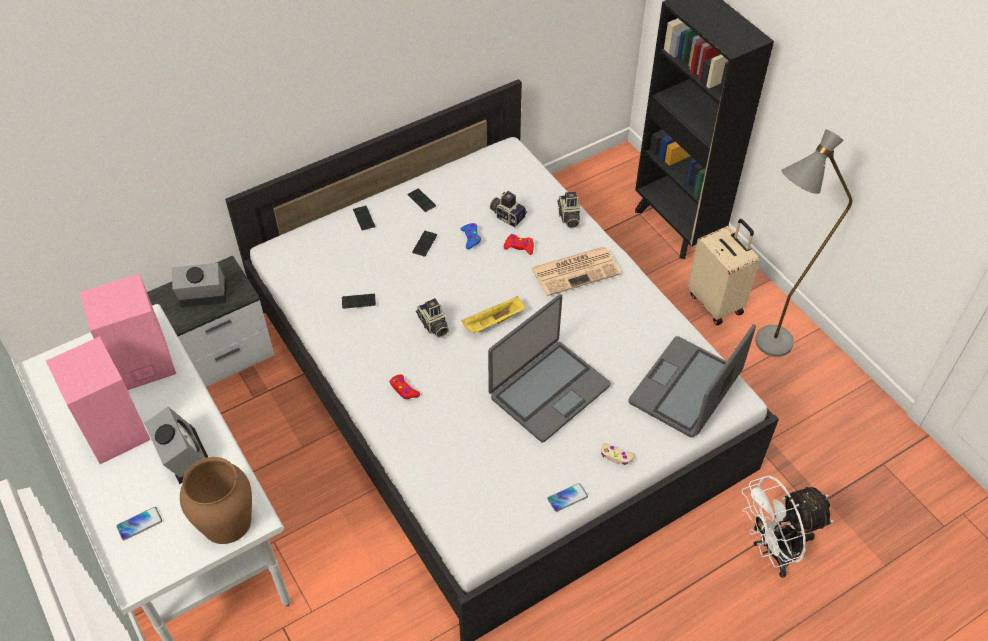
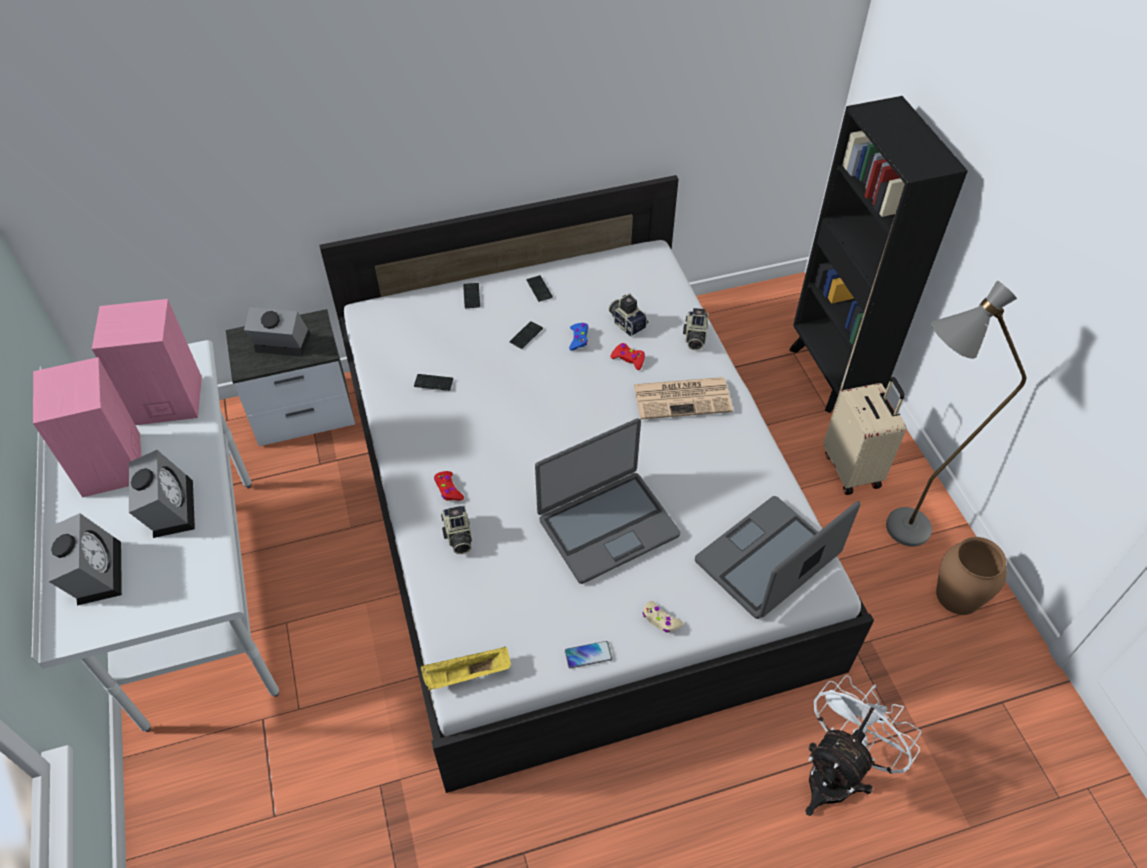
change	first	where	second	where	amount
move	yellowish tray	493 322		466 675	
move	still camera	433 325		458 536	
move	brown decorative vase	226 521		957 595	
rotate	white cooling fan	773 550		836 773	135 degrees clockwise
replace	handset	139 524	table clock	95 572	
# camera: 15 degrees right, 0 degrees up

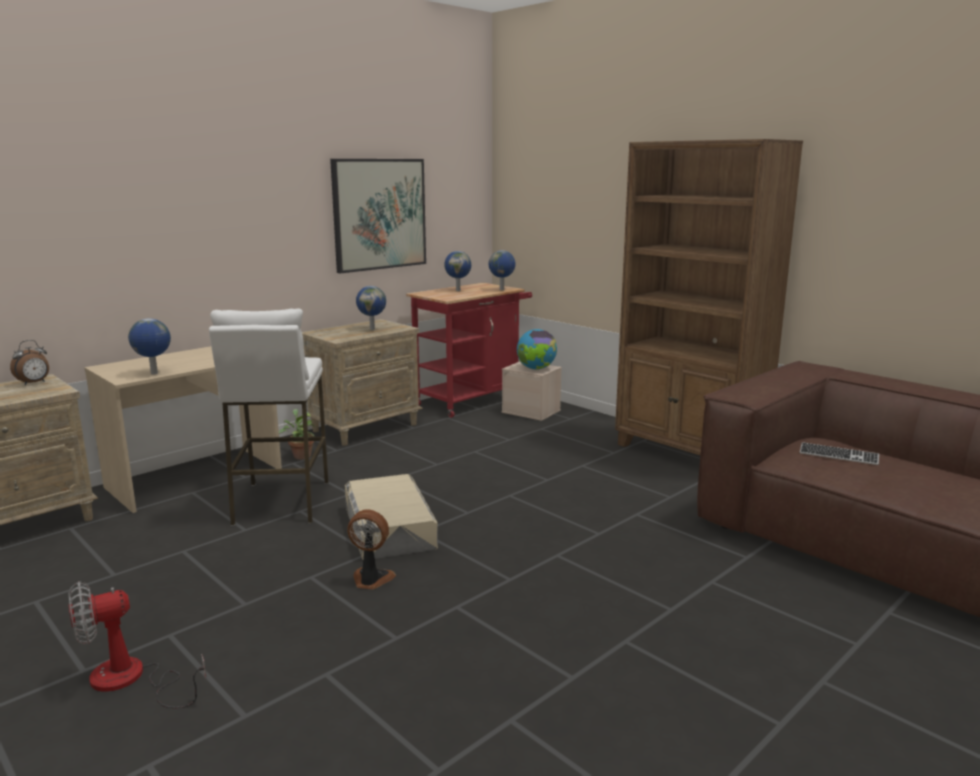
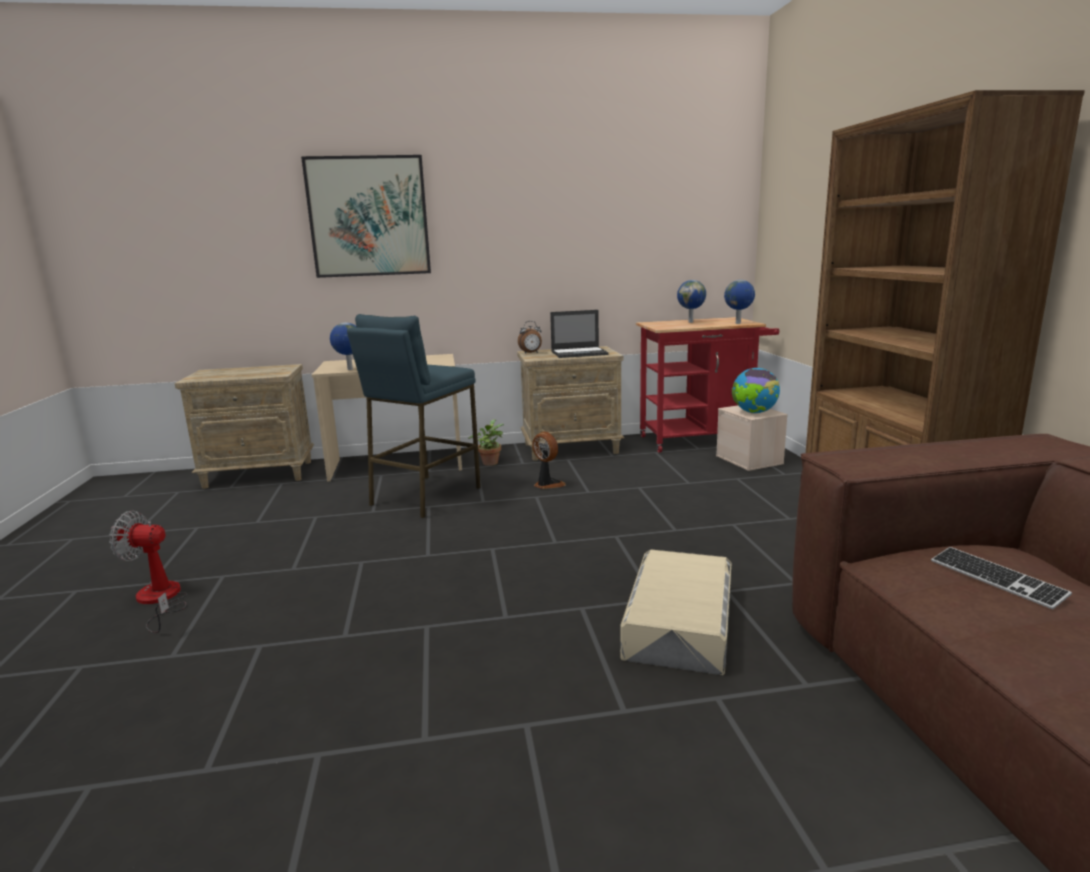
change	first	where	second	where	amount
move	wall art	379 214		369 217	
replace	world globe	372 329	notebook computer	580 353	
recolor	white stool seat	280 502	bluish stool seat	424 496	
move	table clock	34 383		531 353	
move	sand-coloured storage box	390 527		680 622	
move	cooling fan	371 580		547 484	
# camera: 35 degrees right, 0 degrees up

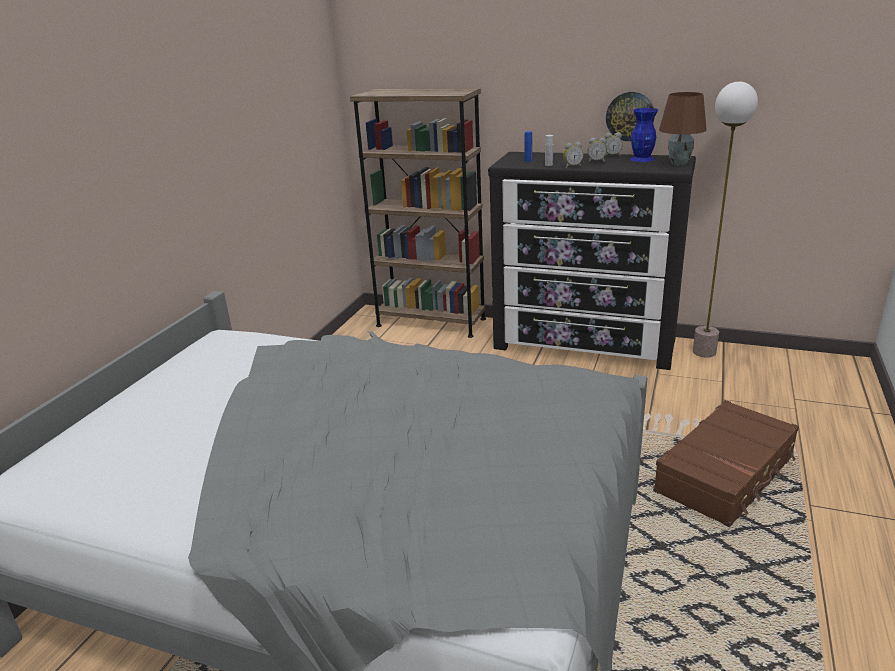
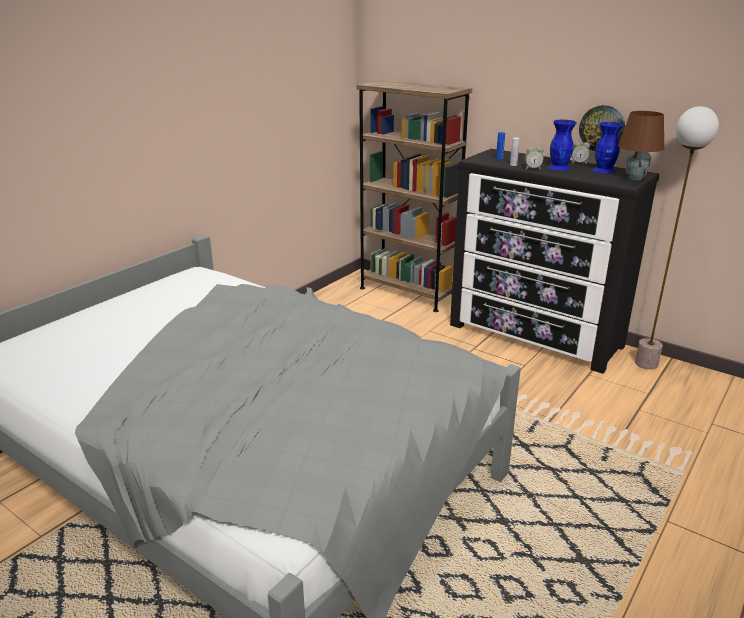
change	first	where	second	where	amount
replace	table clock	596 161	bluish decorative vase	559 167	
delete	brown travel case	726 474			
# camera: 15 degrees right, 0 degrees up

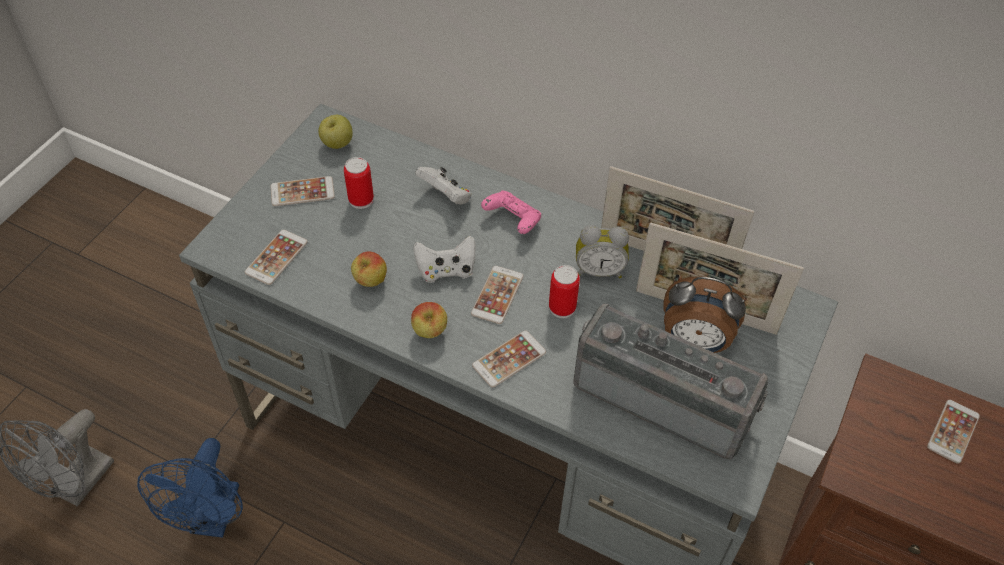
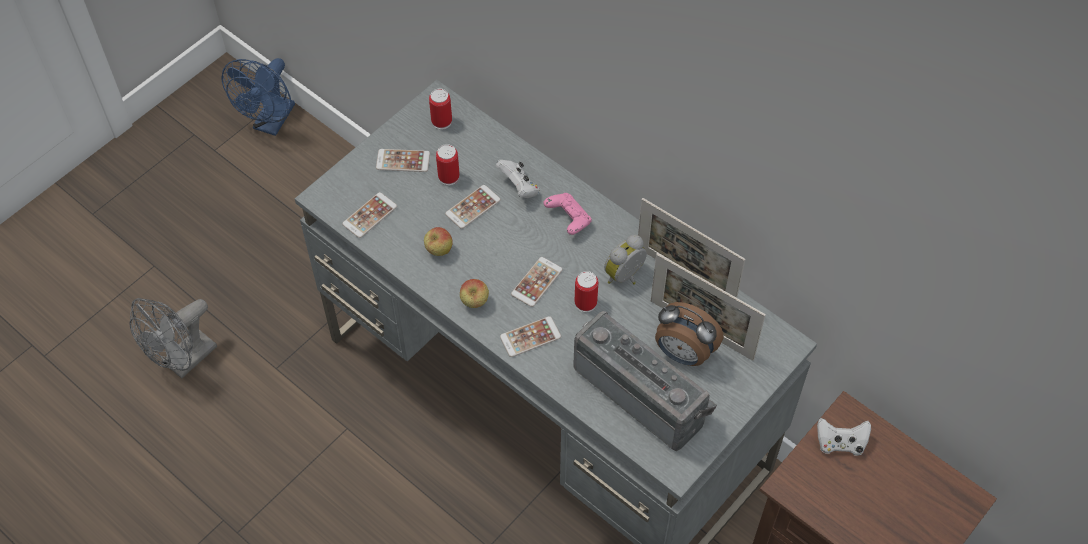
change	first	where	second	where	amount
replace	whole apple	337 144	sealed can	441 121	
rotate	table clock	599 270		626 277	120 degrees clockwise
move	white gamepad	446 270		840 443	
move	handset	953 431		473 207	
move	bluish cooling fan	213 519		271 123	
# camera: 15 degrees right, 5 degrees up

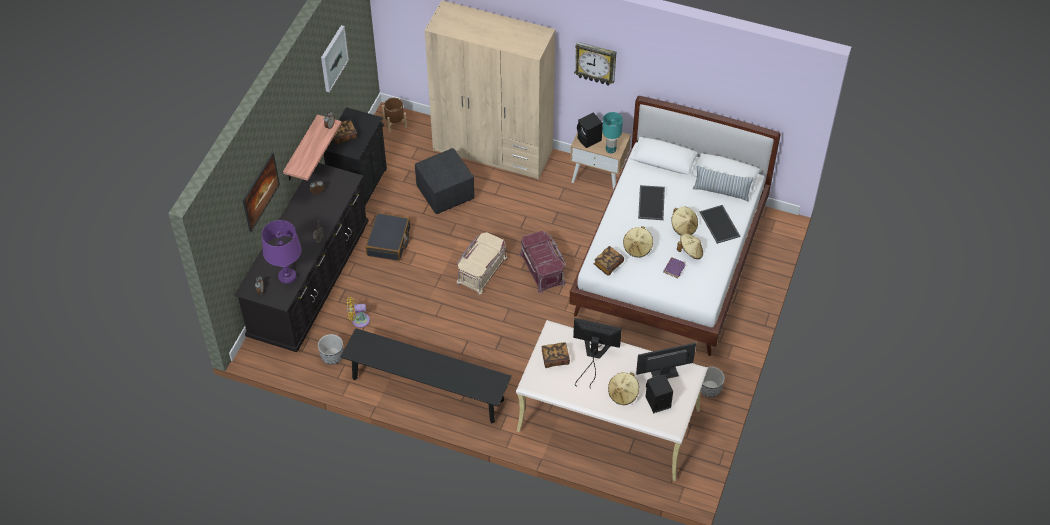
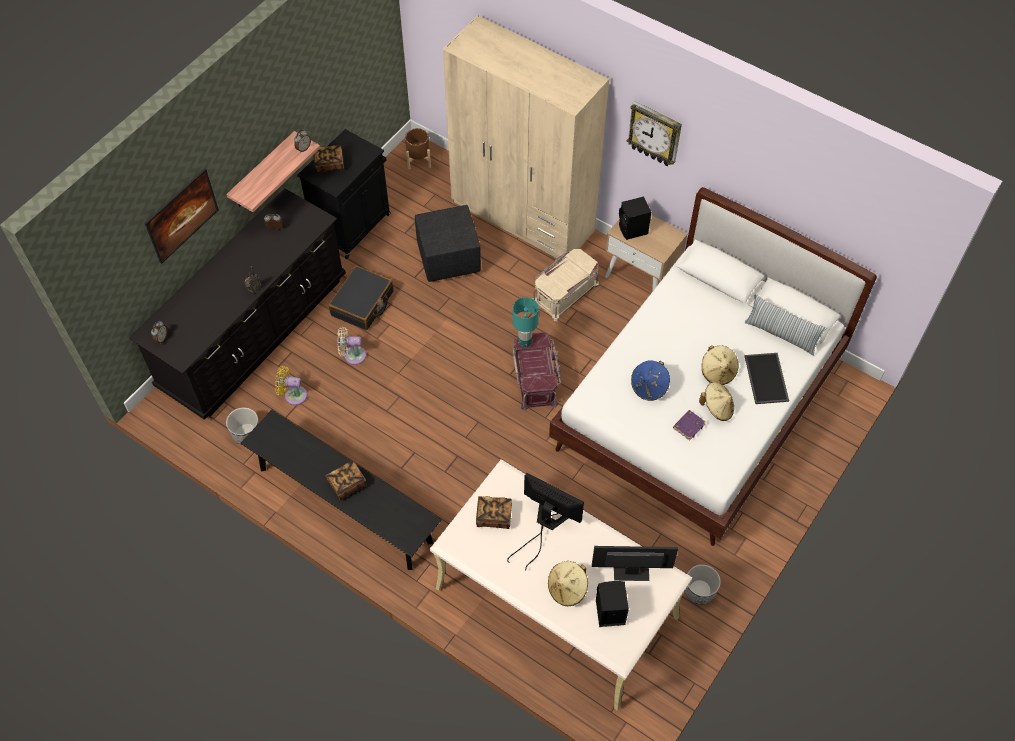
change	first	where	second	where	amount
delete	wall art	333 58			
move	turquoise-coloured lamp for a table	611 149		525 341	
delete	tray	650 202			
delete	purple-coloured lamp for a table	287 276			
recolor	sand-coloured wearable hat	637 248	bluish wearable hat	649 387	
move	sand-coloured storage box	481 269		564 292	
move	volume	608 264		347 484	
insert			sand-coloured cooling fan	352 355	
# camera: 15 degrees right, 5 degrees up

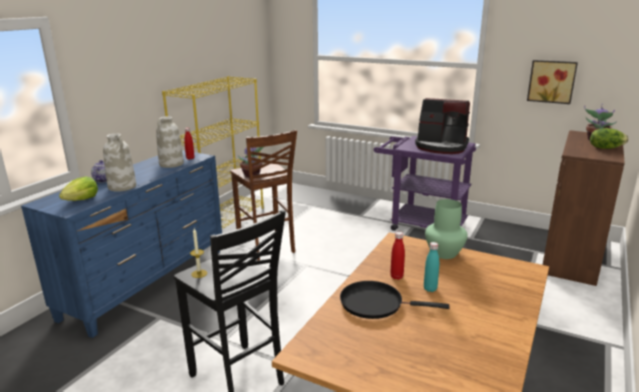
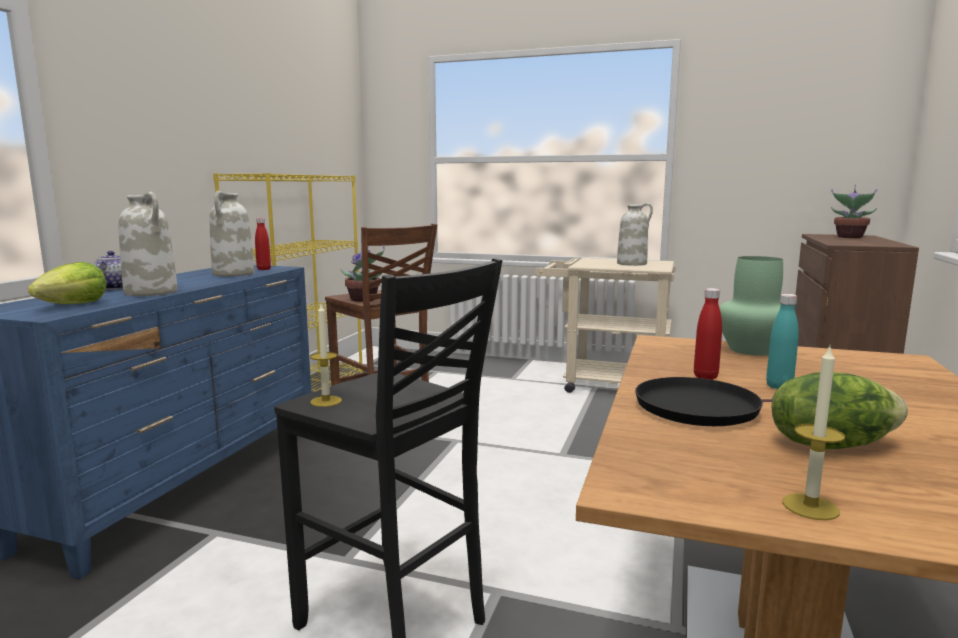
change	first	where	second	where	amount
delete	wall art	551 81			
replace	coffee machine	441 146	white decorative vase	632 263	
move	lettuce	605 148		830 444	
recolor	purple-coloured trolley	420 224	sand-coloured trolley	604 384	
insert			wax candle	810 506	
# camera: 10 degrees left, 10 degrees down

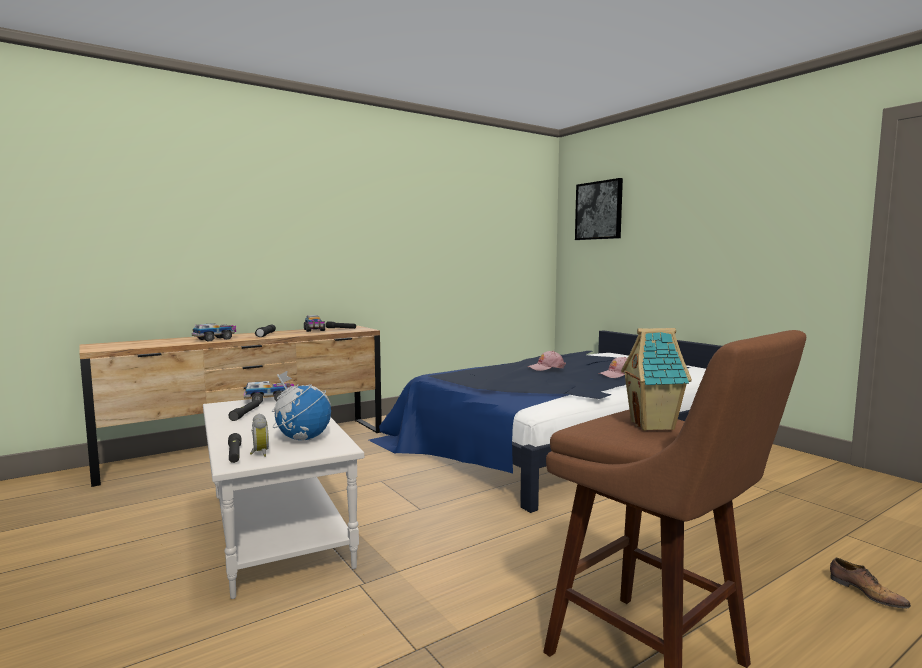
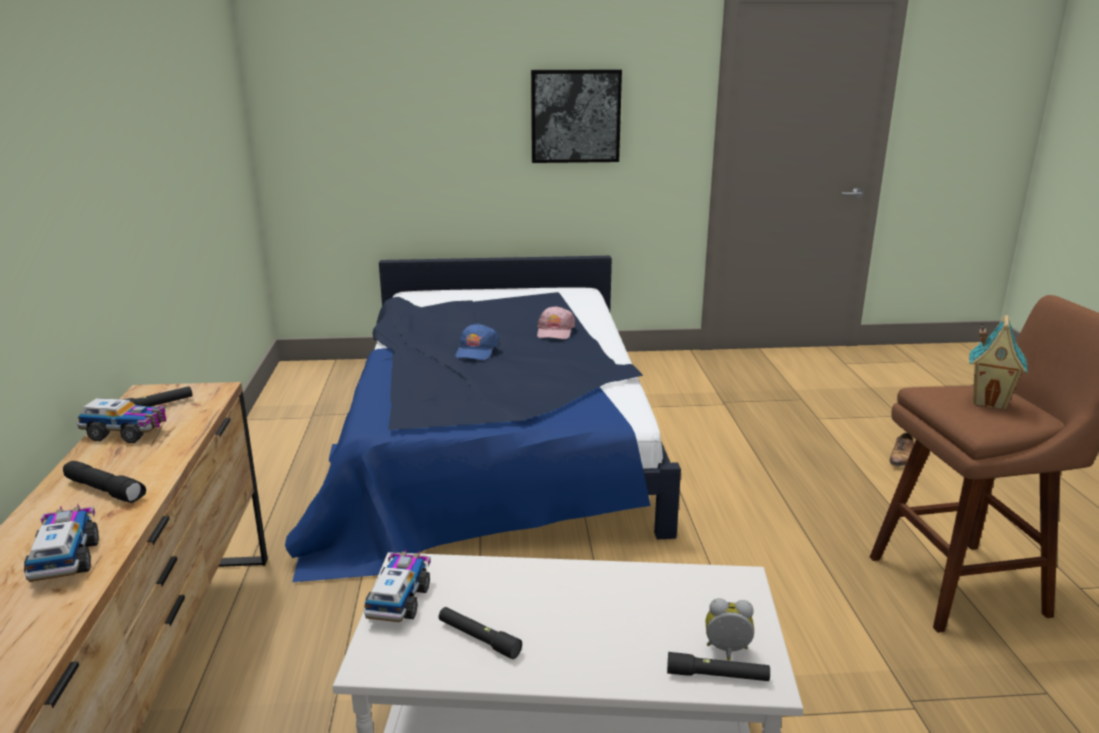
change	first	where	second	where	amount
move	wall art	599 210		575 116	
recolor	pinkish peaked cap	546 368	bluish peaked cap	476 351	
delete	world globe	302 439			
rotate	shoe	865 593		901 458	120 degrees clockwise
# camera: 60 degrees left, 15 degrees up

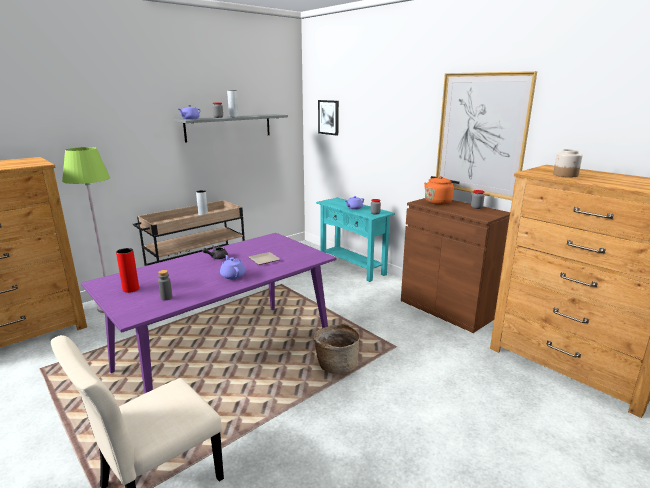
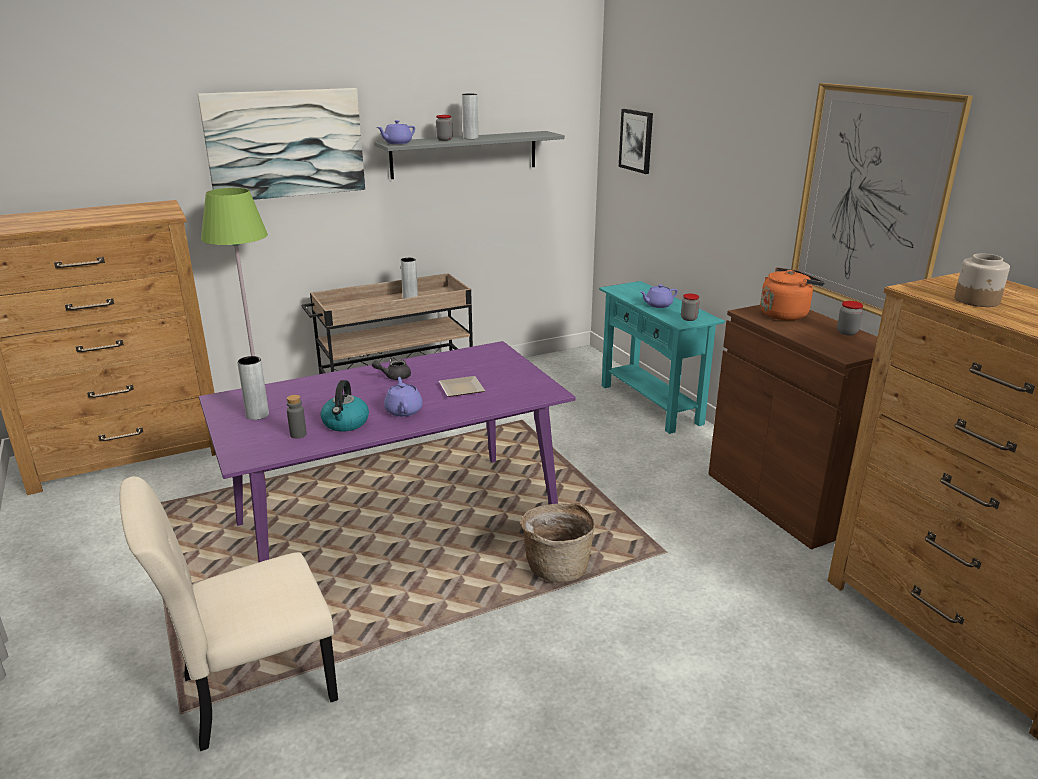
change	first	where	second	where	amount
recolor	red-coloured decorative vase	131 289	gray decorative vase	257 415	
insert			wall art	285 144	
insert			water kettle	345 423	
# camera: 15 degrees right, 5 degrees up

